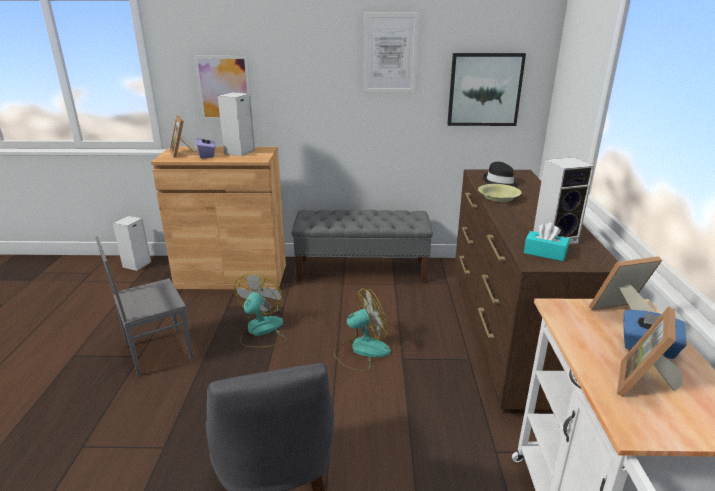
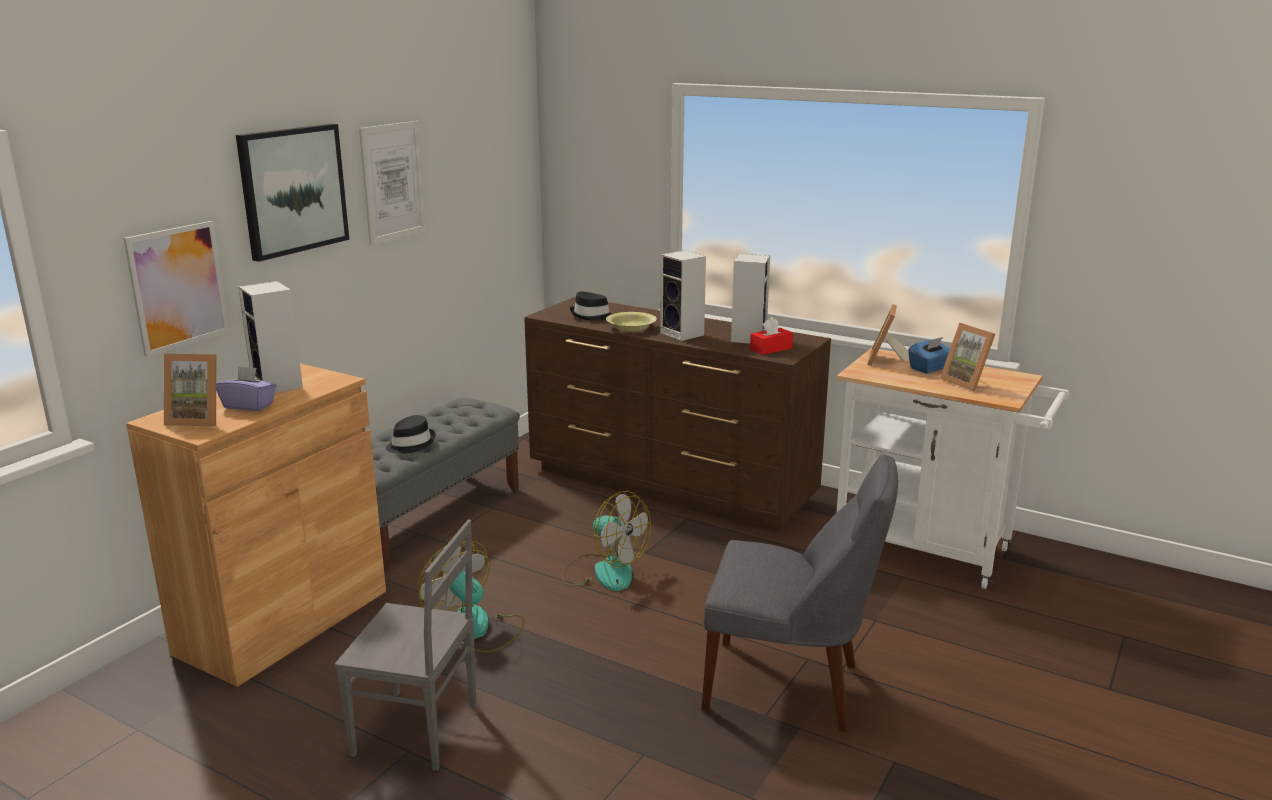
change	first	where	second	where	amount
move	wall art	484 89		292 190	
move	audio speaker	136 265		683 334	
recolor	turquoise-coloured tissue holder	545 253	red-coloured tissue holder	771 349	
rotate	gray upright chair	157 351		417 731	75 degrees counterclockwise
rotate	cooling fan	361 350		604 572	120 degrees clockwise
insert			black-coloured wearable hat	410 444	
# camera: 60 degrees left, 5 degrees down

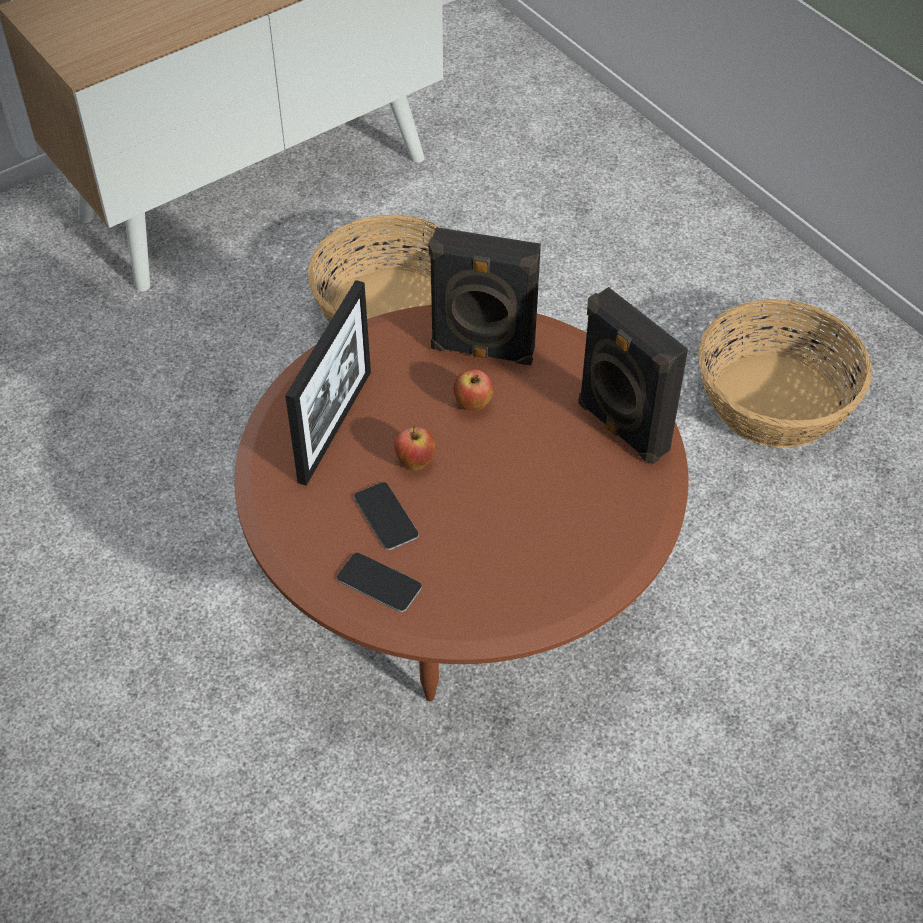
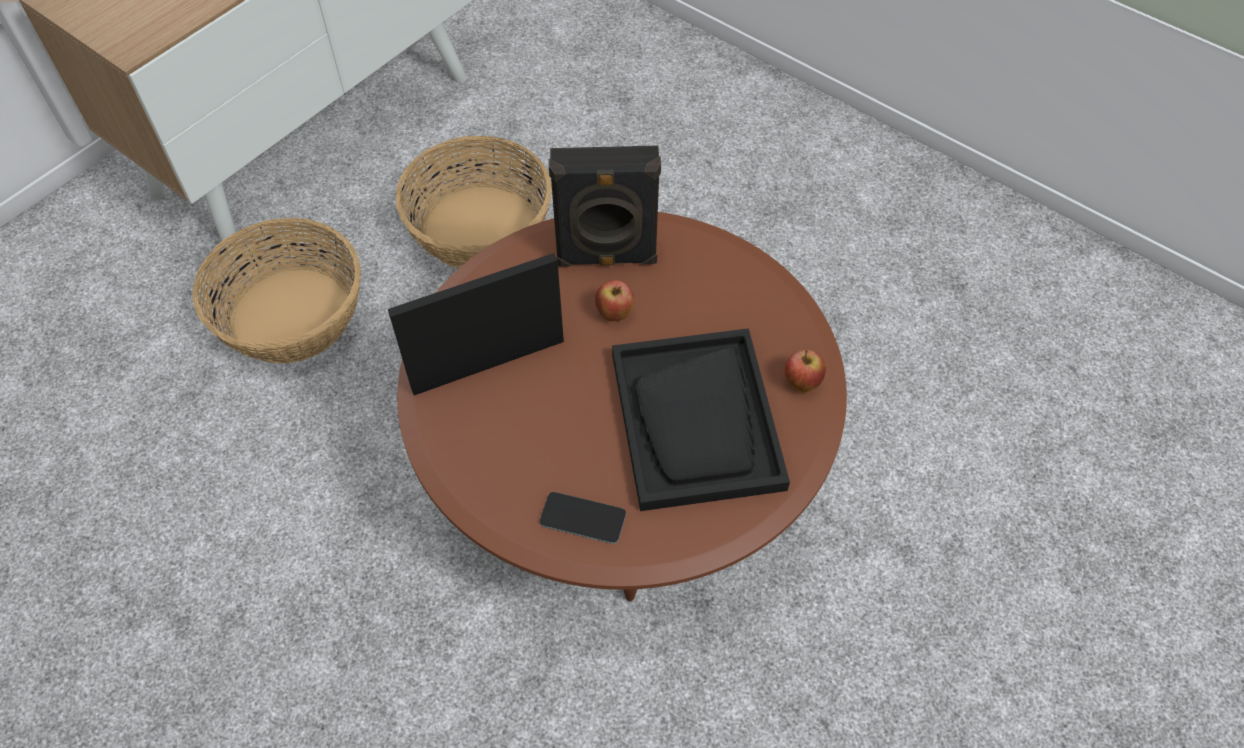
change	first	where	second	where	amount
rotate	picture frame	335 426		488 364	120 degrees counterclockwise
delete	black-coloured audio speaker	620 428			
move	basket	775 400		293 314	
move	whole apple	415 462		801 383	
delete	handset	386 516			
insert			black-coloured tray	697 421	
# camera: 15 degrees left, 5 degrees up

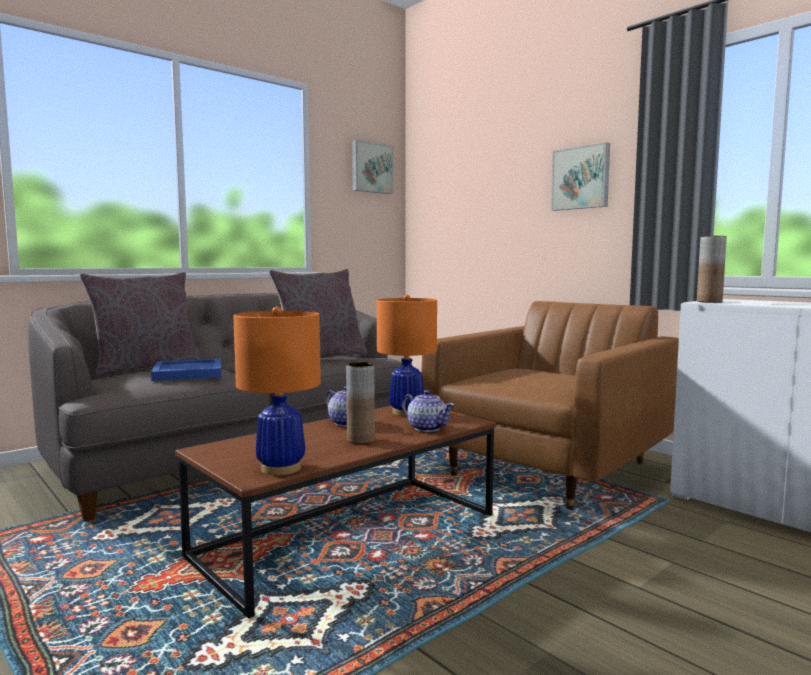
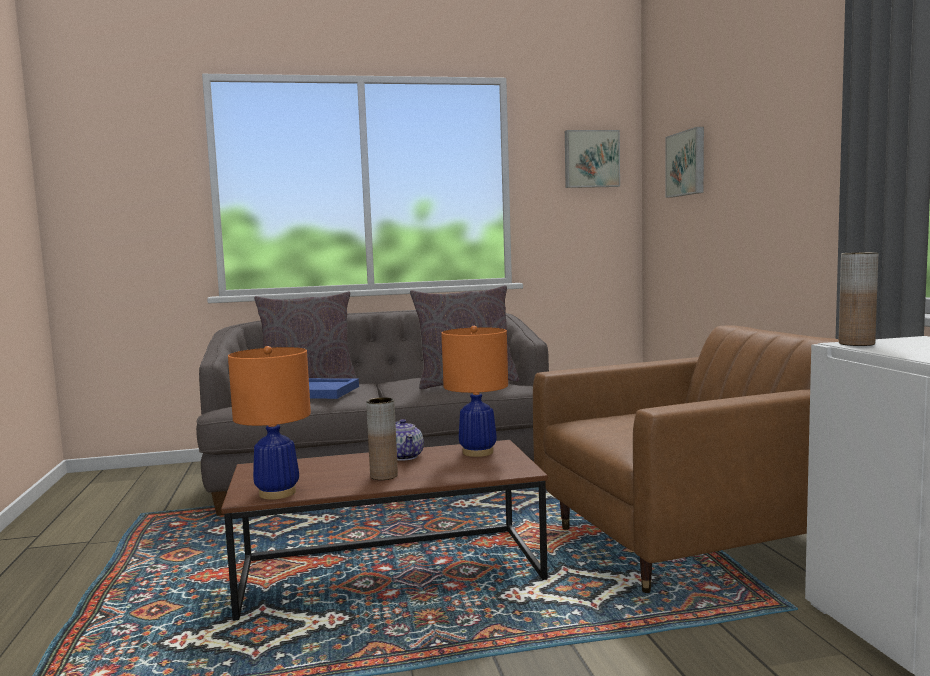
change	first	where	second	where	amount
move	wall art	581 178		687 163	
delete	tea pot	427 428			
# camera: 30 degrees right, 0 degrees up

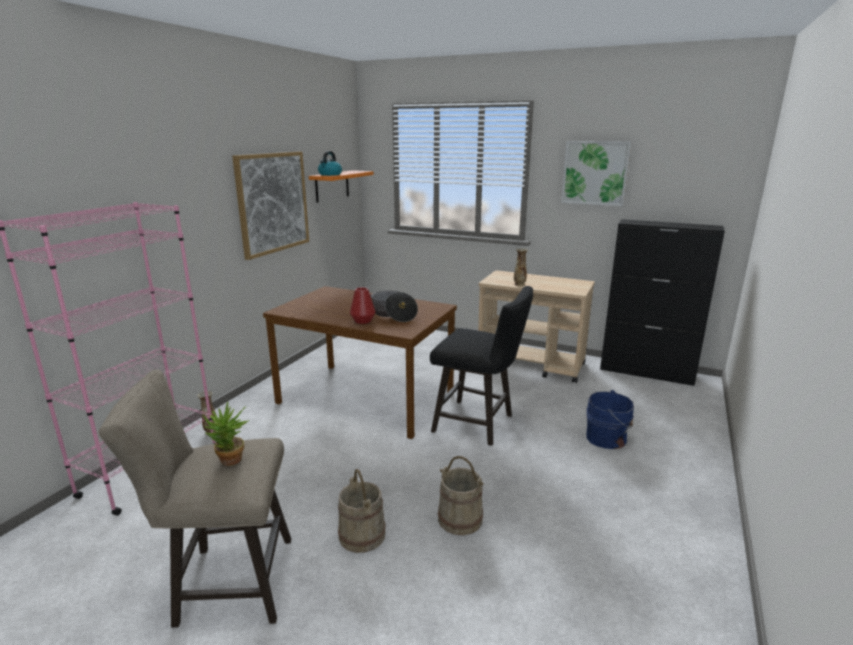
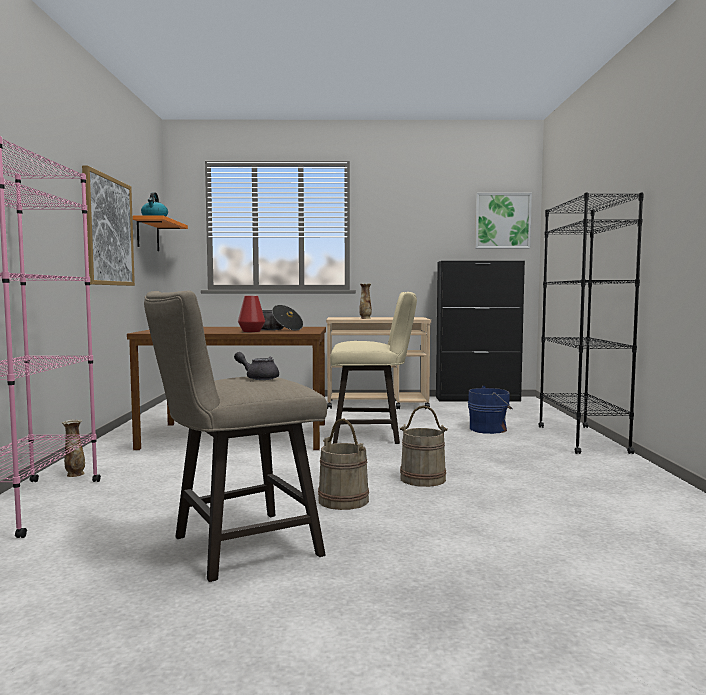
change	first	where	second	where	amount
move	wall art	595 173		502 221	
recolor	black-coloured stool seat	479 424	sand-coloured stool seat	372 436	
replace	houseplant	230 462	gray tea pot	258 378	
insert			black-coloured bookshelf	581 439	
# camera: 25 degrees left, 15 degrees down

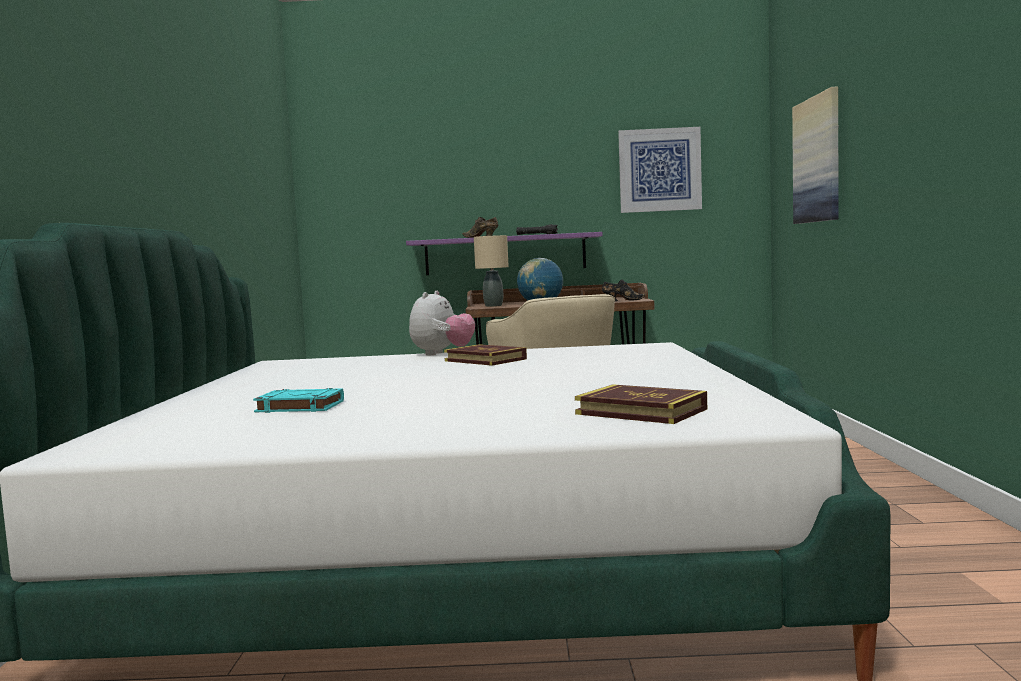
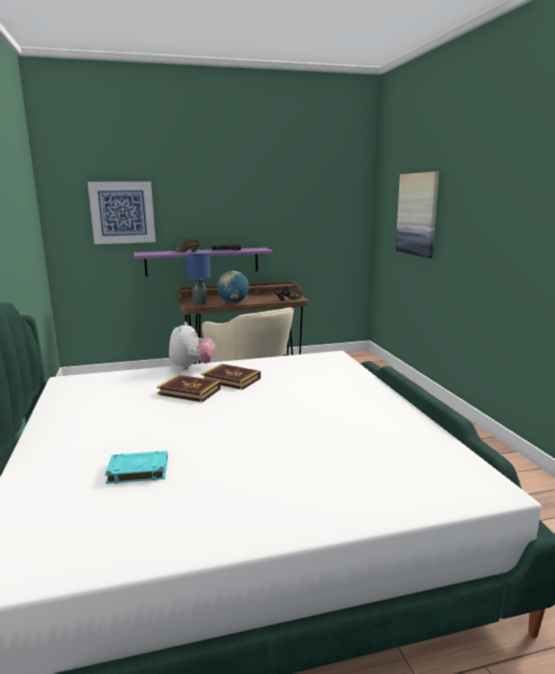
change	first	where	second	where	amount
move	wall art	659 170		122 212	
recolor	sand-coloured lamp for a table	493 306	bluish lamp for a table	200 303	
move	volume	641 411		189 392	
# camera: 15 degrees left, 10 degrees up

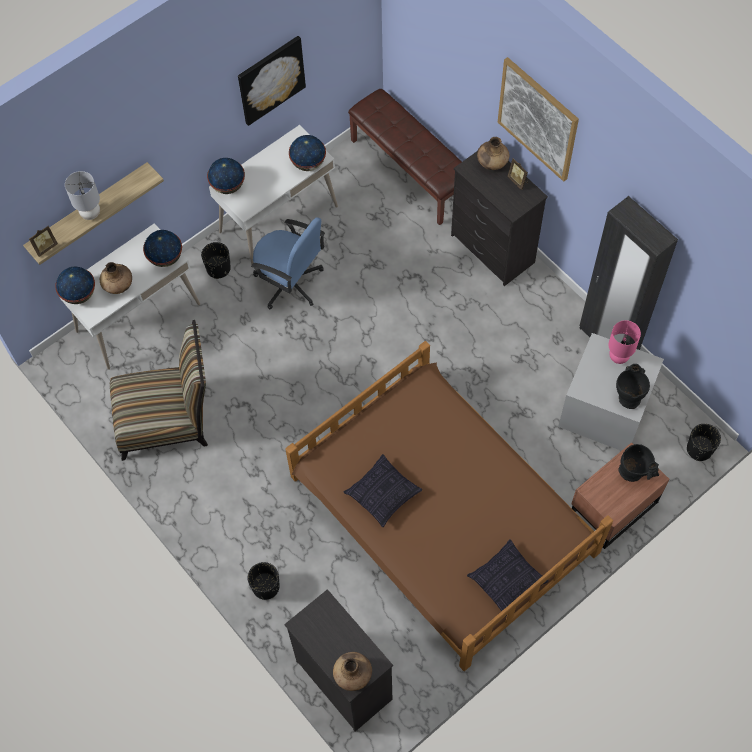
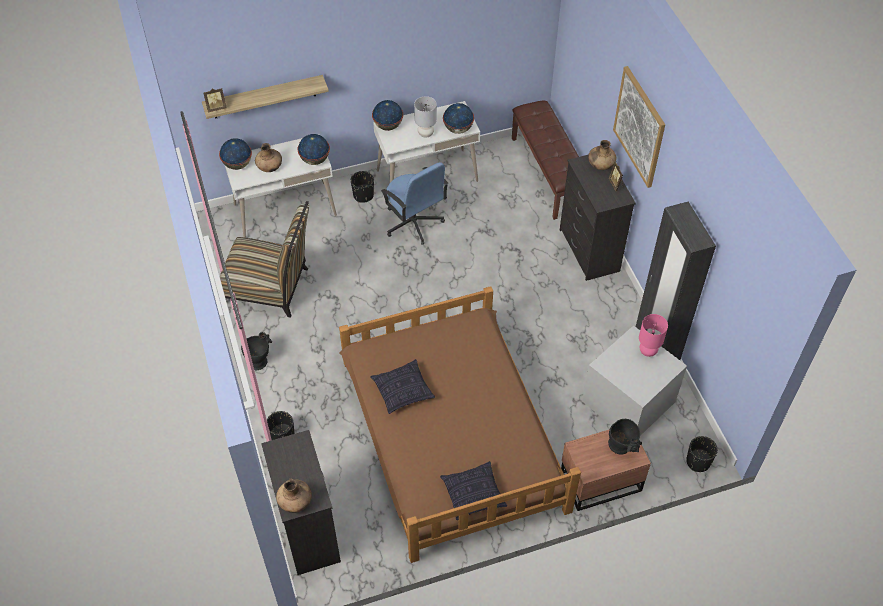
change	first	where	second	where	amount
delete	wall art	271 79			
move	gray lamp for a table	91 213		426 134	
move	black-coloured decorative vase	628 394		259 359	
# camera: 20 degrees right, 10 degrees down

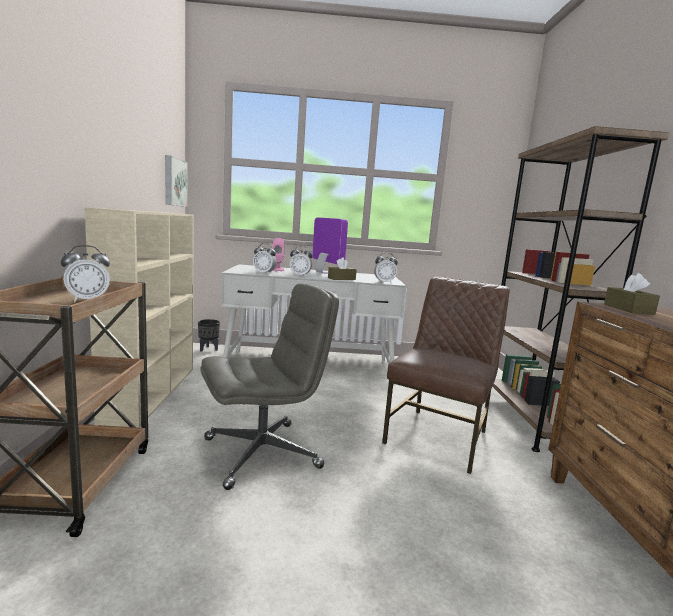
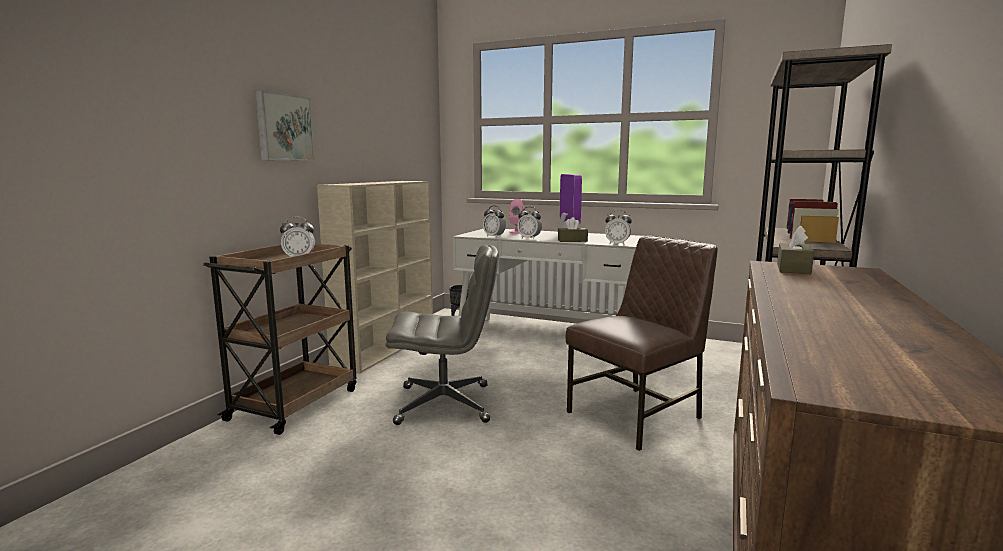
change	first	where	second	where	amount
move	wall art	174 182		283 127	
# camera: 25 degrees right, 0 degrees up

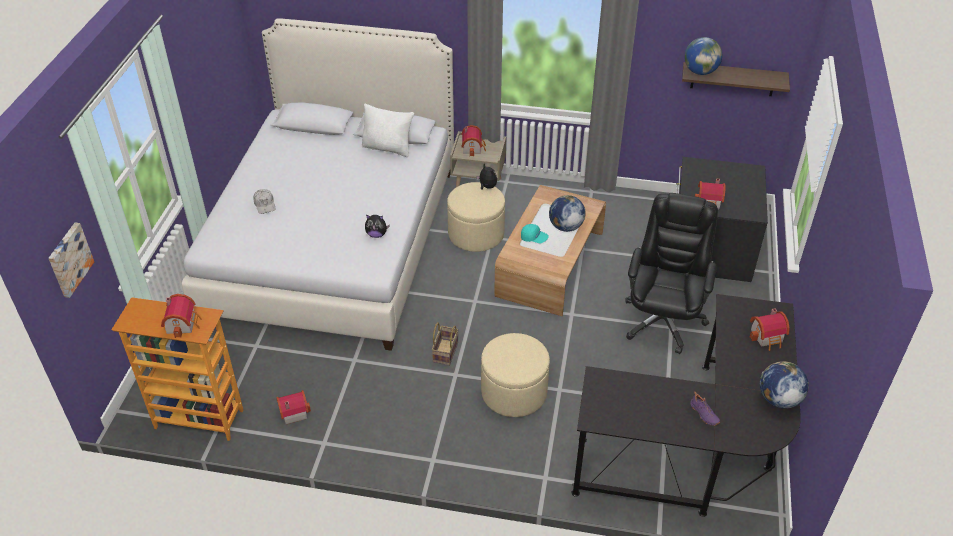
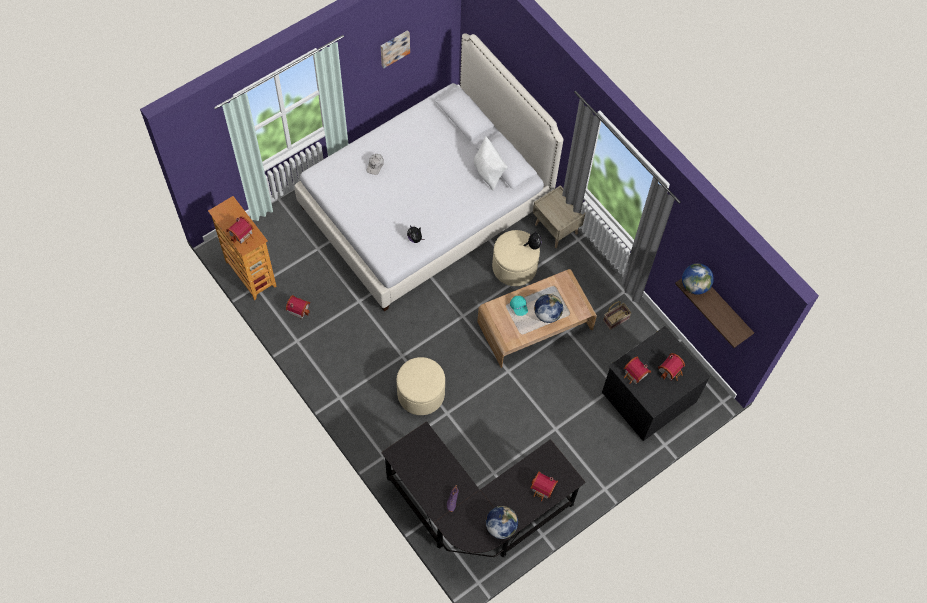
change	first	where	second	where	amount
move	model house	473 148		671 370	
delete	black-coloured computer chair	663 319			
move	wall art	69 259		394 48	
move	basket	445 351		616 319	
# camera: 40 degrees right, 20 degrees up

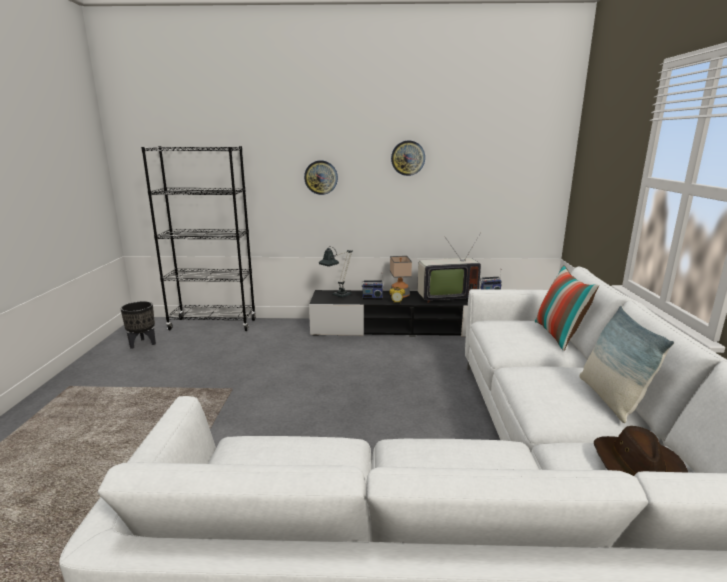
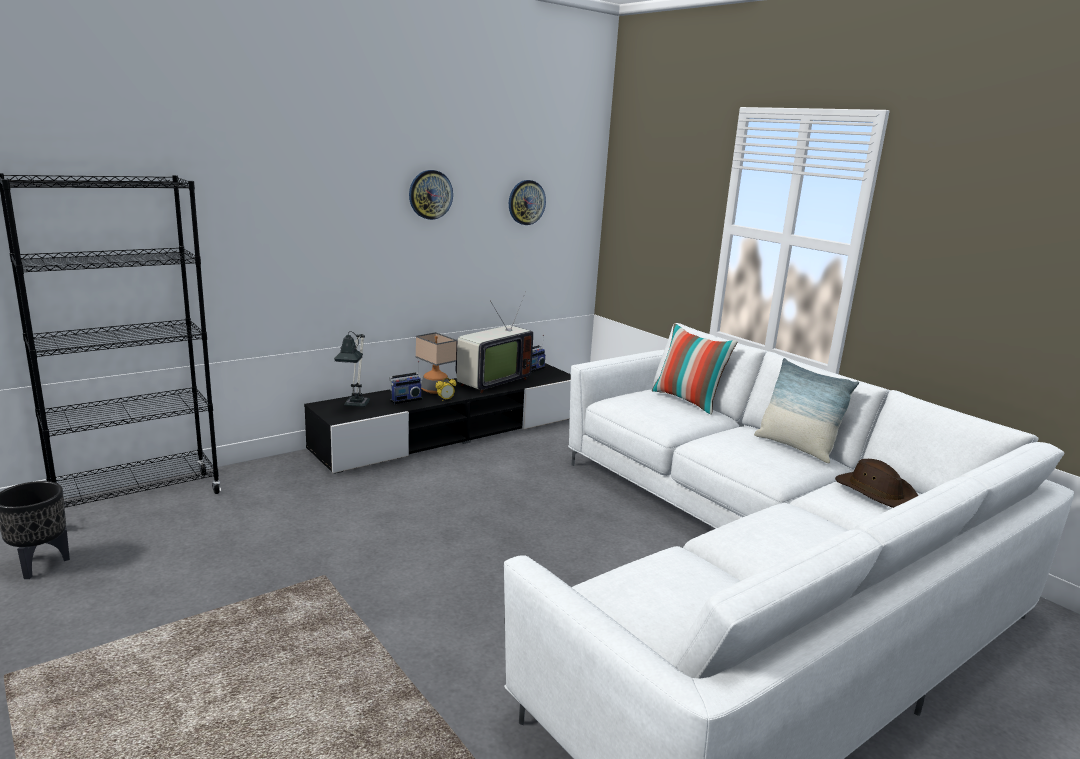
change	first	where	second	where	amount
move	hanging clock	321 177		526 202	
# camera: 40 degrees left, 0 degrees up

